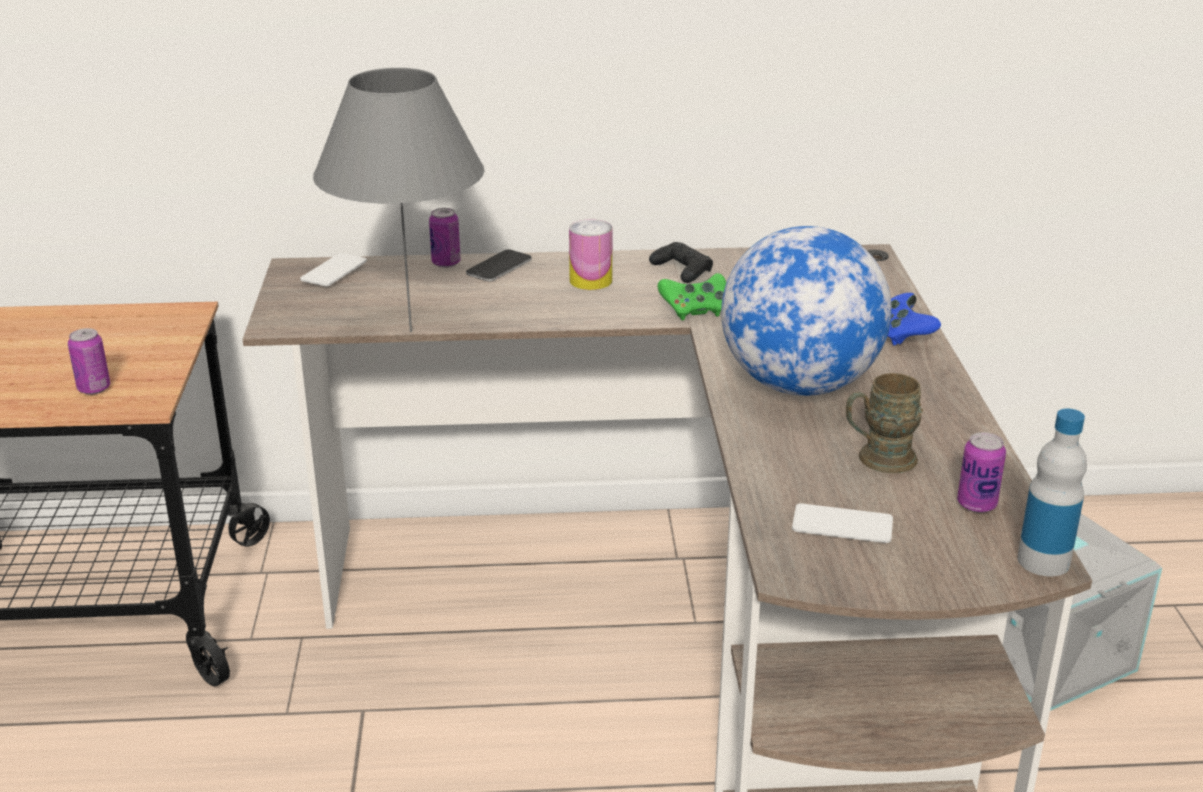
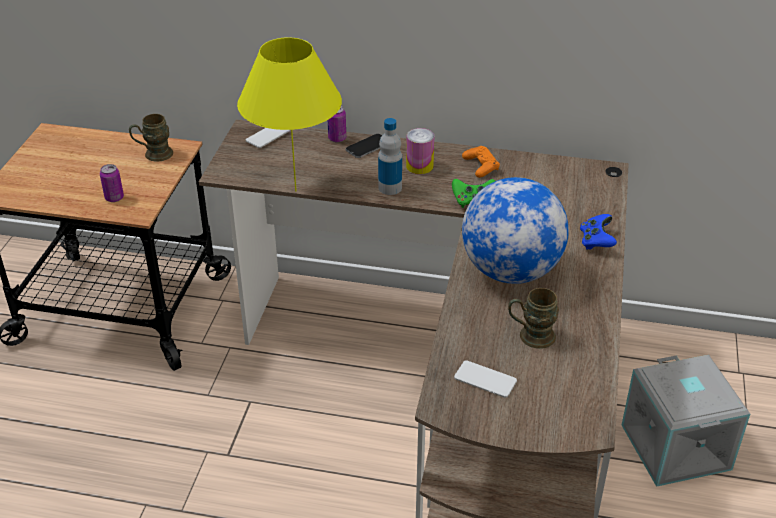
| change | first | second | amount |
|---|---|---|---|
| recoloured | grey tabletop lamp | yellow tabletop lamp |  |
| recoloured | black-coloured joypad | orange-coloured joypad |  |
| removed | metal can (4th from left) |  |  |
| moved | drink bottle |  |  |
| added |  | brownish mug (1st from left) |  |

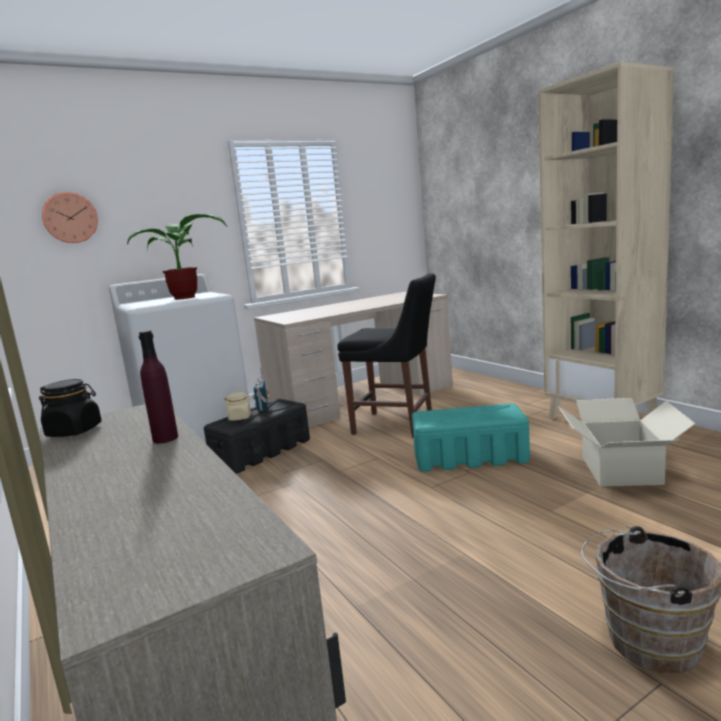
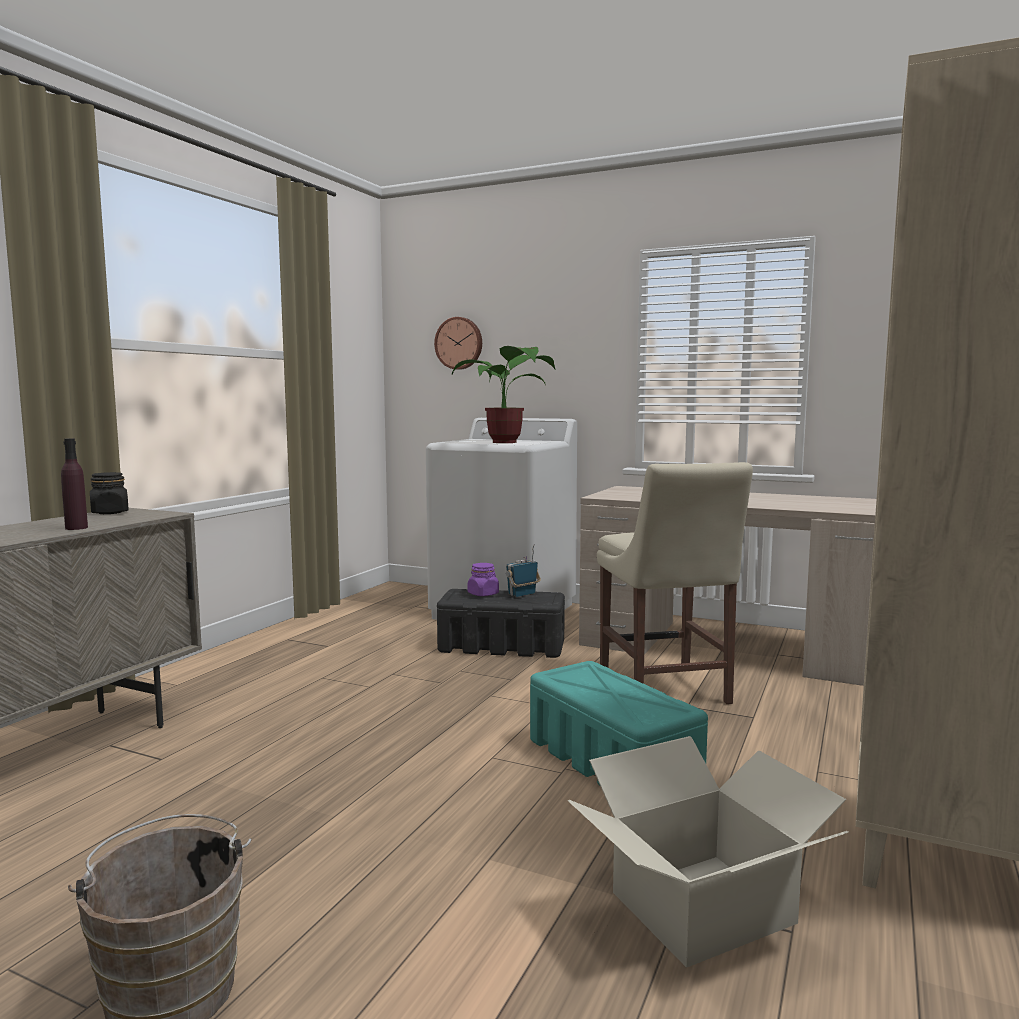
| change | first | second | amount |
|---|---|---|---|
| recoloured | beige storage jar | purple storage jar |  |
| recoloured | black-coloured chair | beige chair |  |

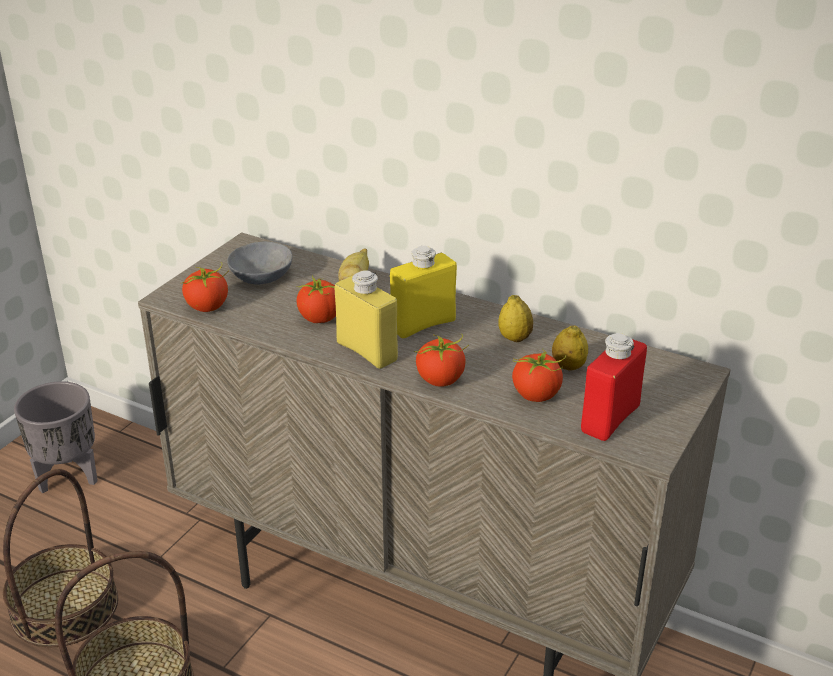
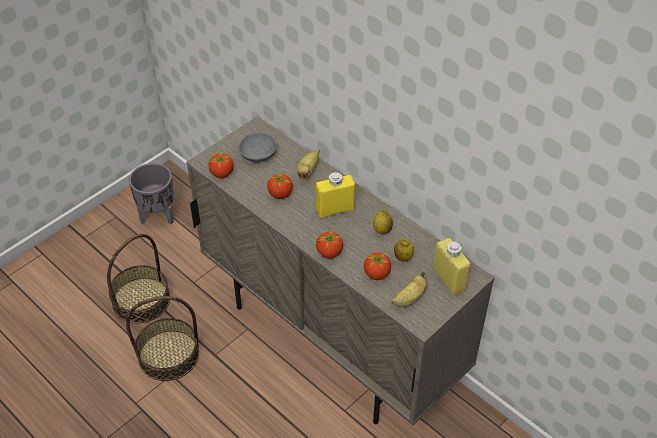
| change | first | second | amount |
|---|---|---|---|
| moved | yellow drink bottle (1st from left in the first image) | yellow drink bottle (2nd from left) |  |
| replaced | reddish drink bottle | whole banana (2nd from left) |  |

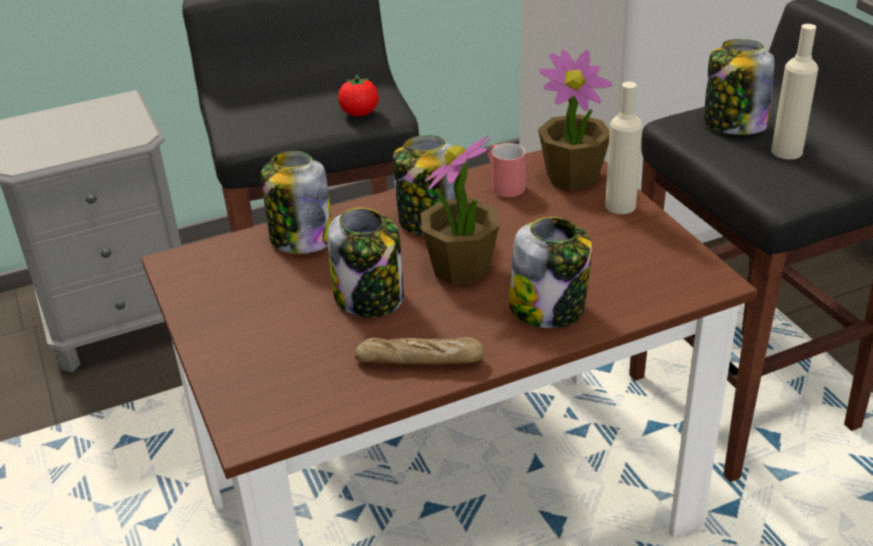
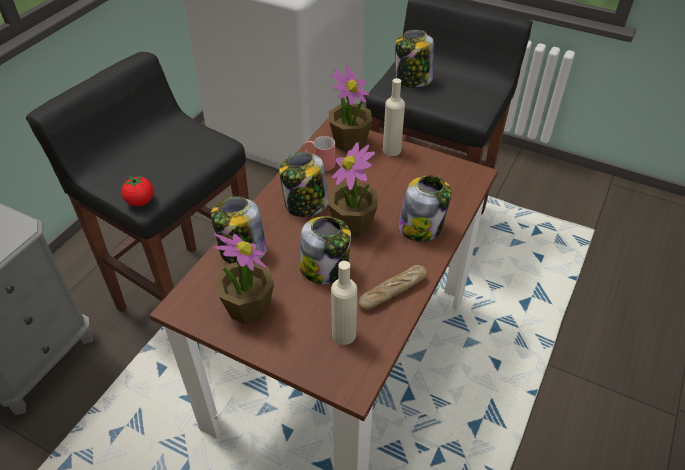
| change | first | second | amount |
|---|---|---|---|
| moved | tomato |  |  |
| moved | beige drink bottle (2nd from left in the first image) | beige drink bottle (1st from left) |  |
| added |  | plant in a pot (1st from left) |  |

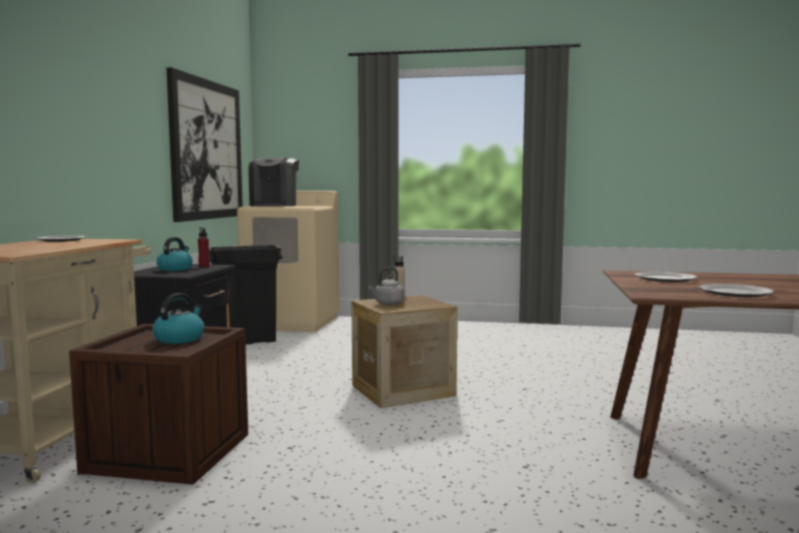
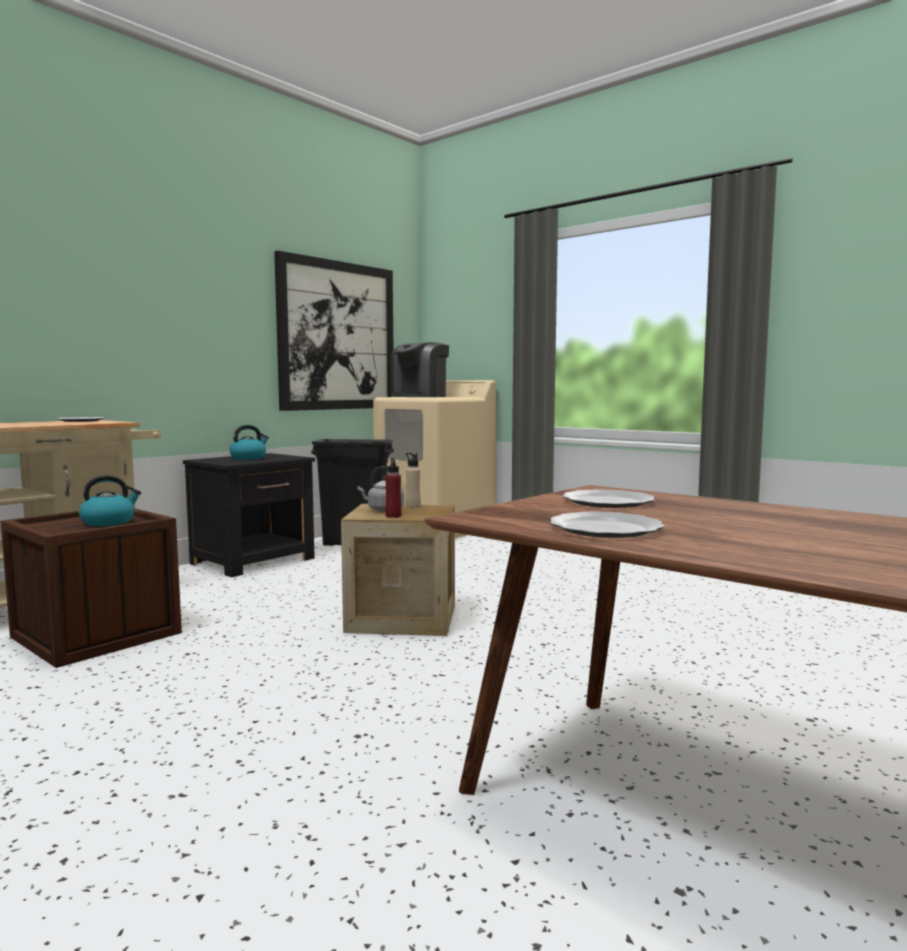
| change | first | second | amount |
|---|---|---|---|
| moved | reddish drink bottle |  |  |

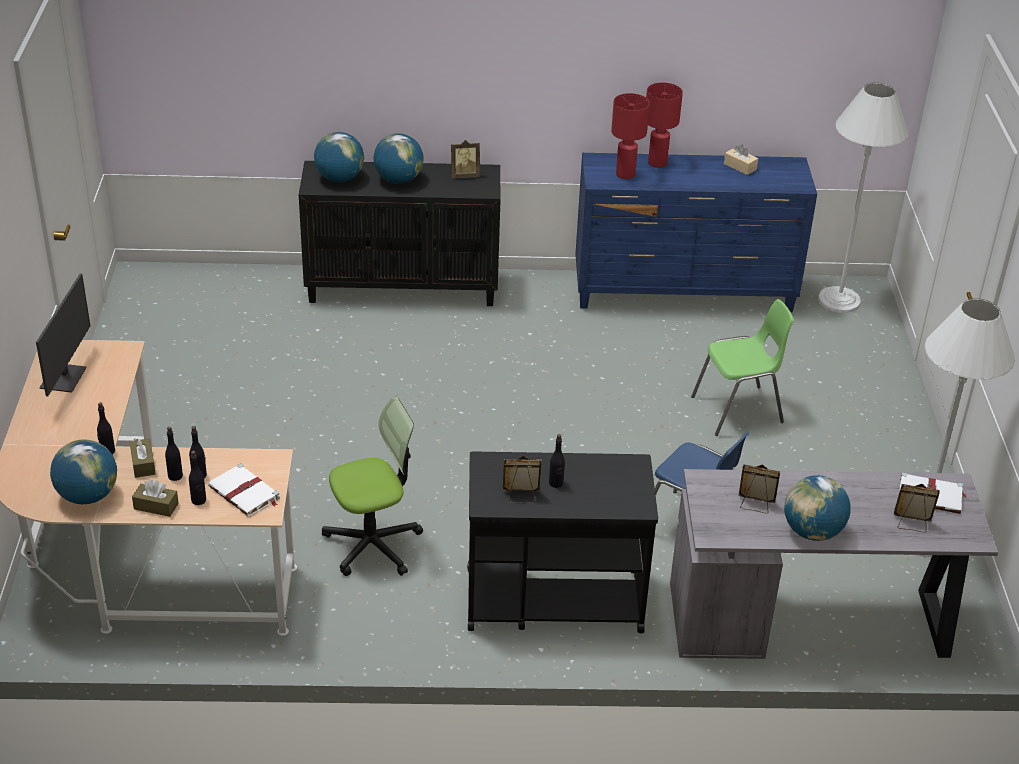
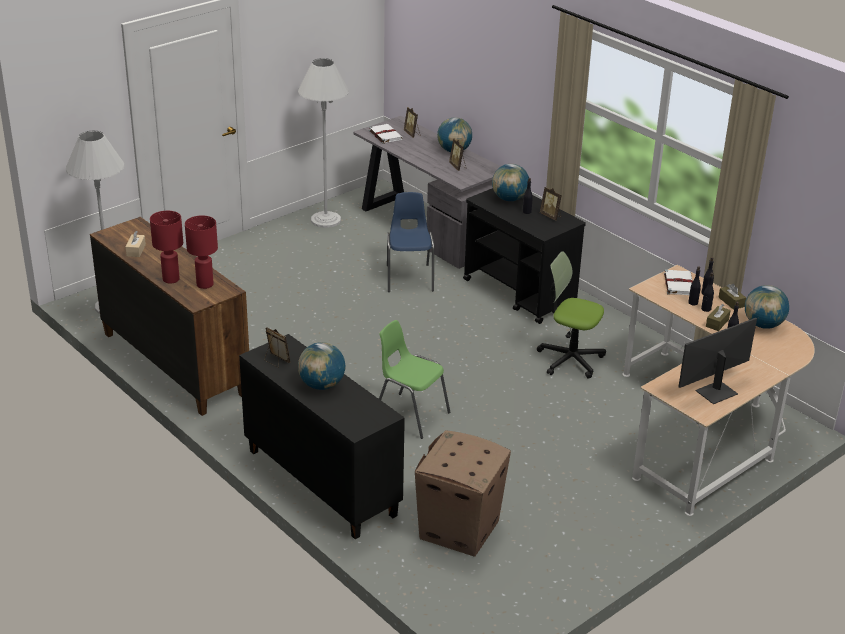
| change | first | second | amount |
|---|---|---|---|
| moved | globe (2nd from left in the first image) | globe (3rd from left) |  |
| recoloured | blue chest of drawers | brownish chest of drawers |  |
| moved | green-coloured chair |  |  |
| added |  | cardboard box |  |

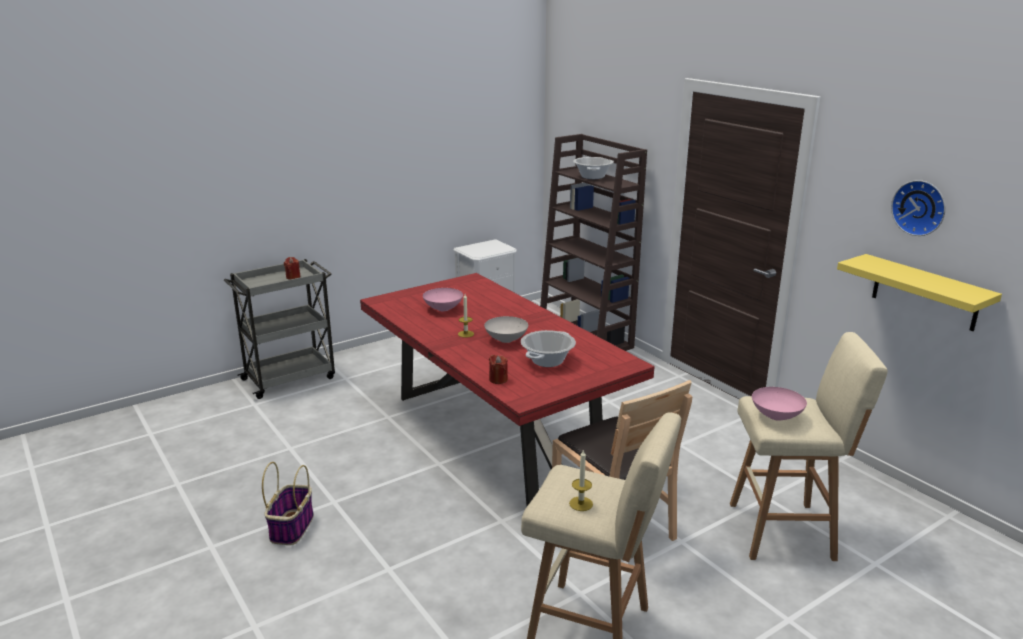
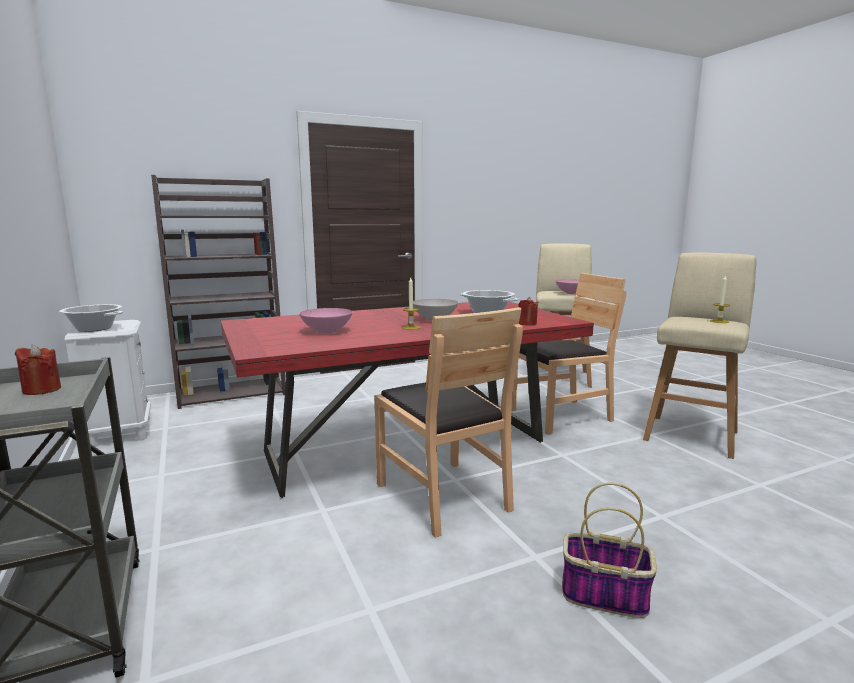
| change | first | second | amount |
|---|---|---|---|
| moved | saucepot (2nd from left in the first image) | saucepot (1st from left) |  |
| removed | yellow bracket shelf |  |  |
| removed | hanging clock |  |  |
| added |  | brownish chair (1st from left) |  |

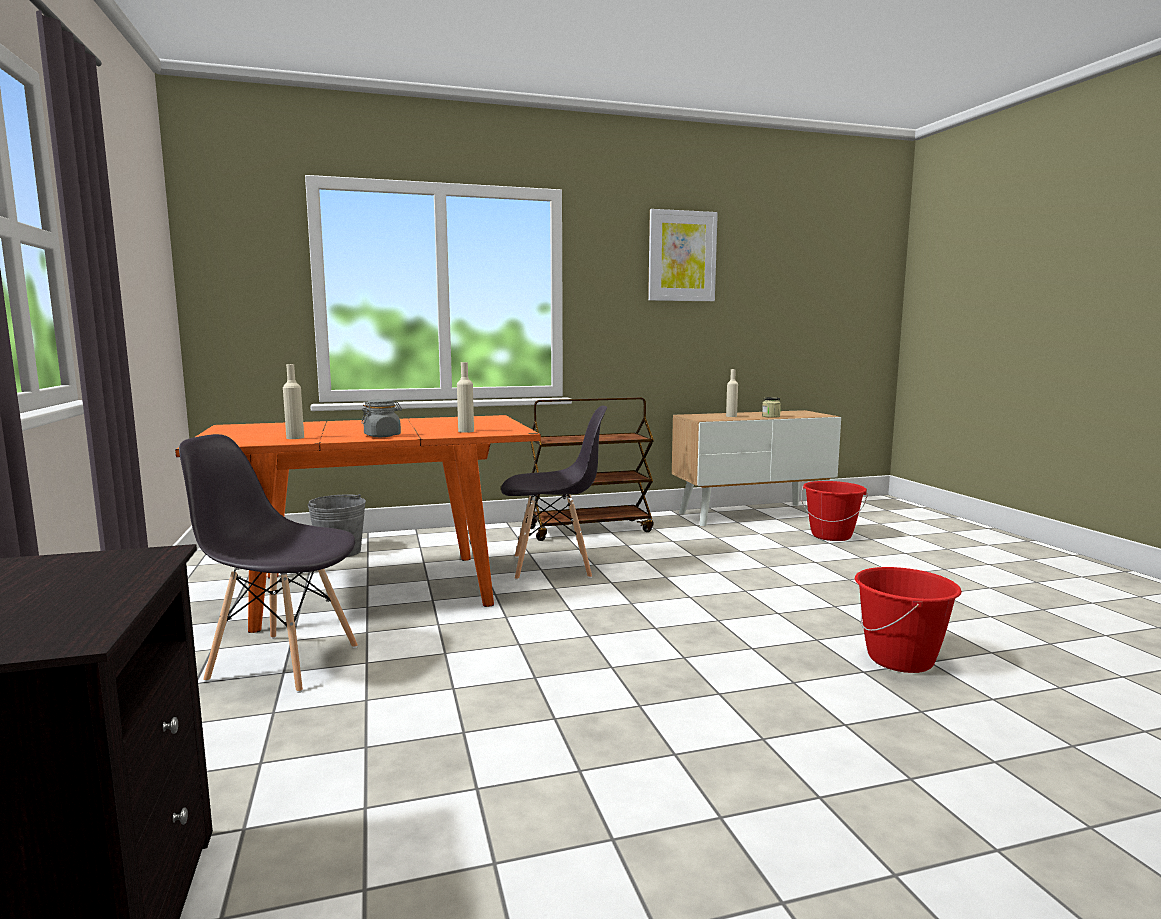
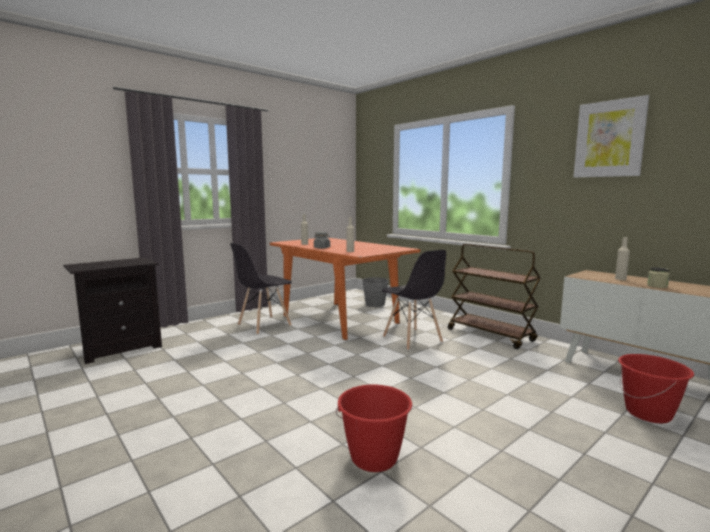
| change | first | second | amount |
|---|---|---|---|
| turned | grey chair (1st from left) |  | 120 degrees counterclockwise |

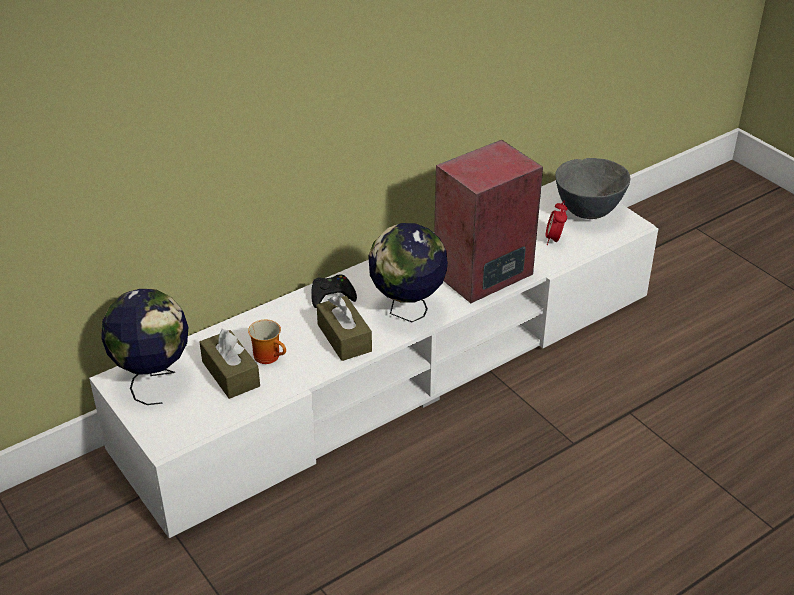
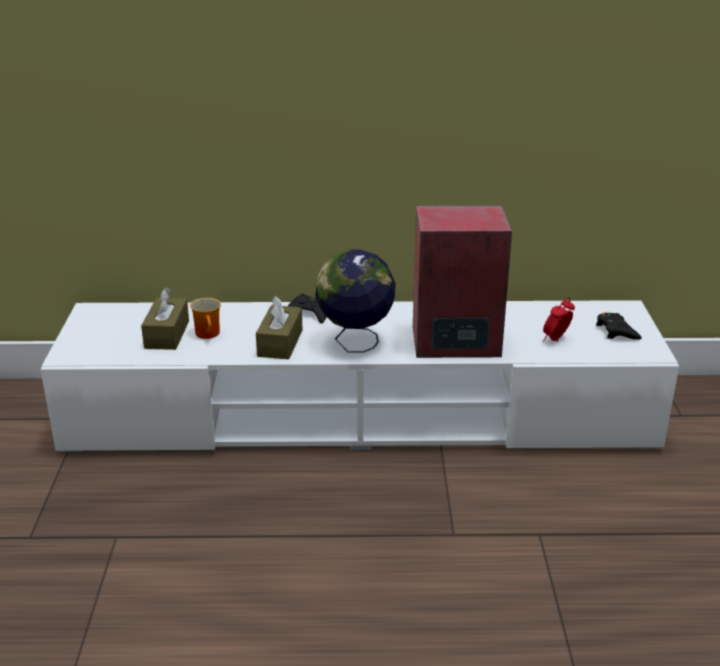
| change | first | second | amount |
|---|---|---|---|
| removed | globe (1st from left) |  |  |
| replaced | grey serving bowl | black-coloured joypad (2nd from left) |  |

